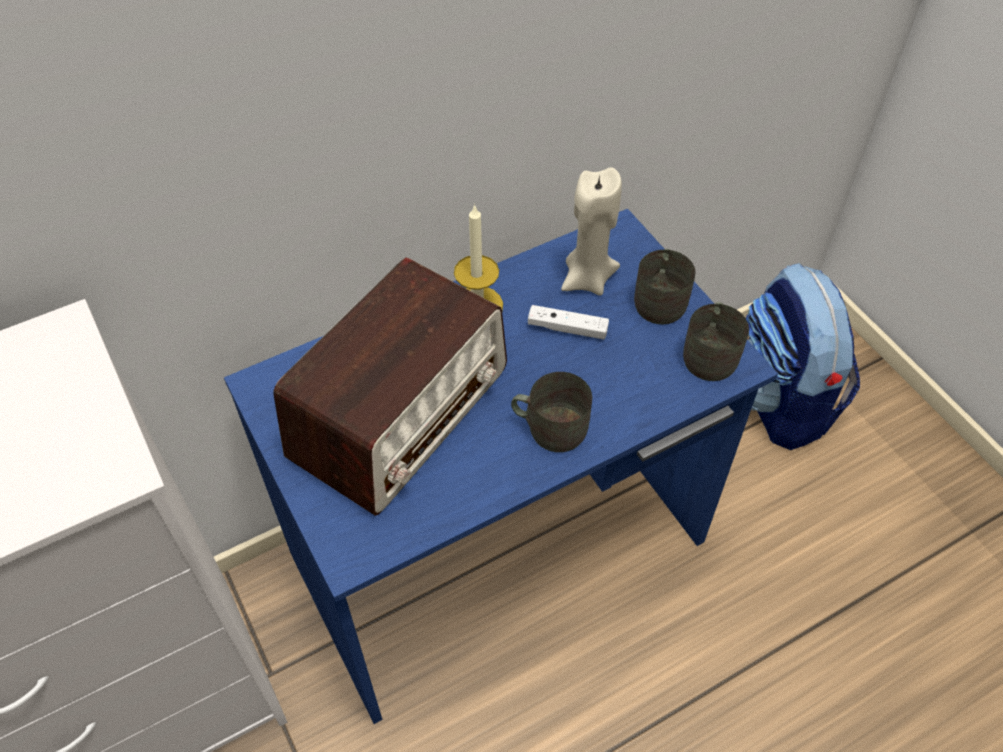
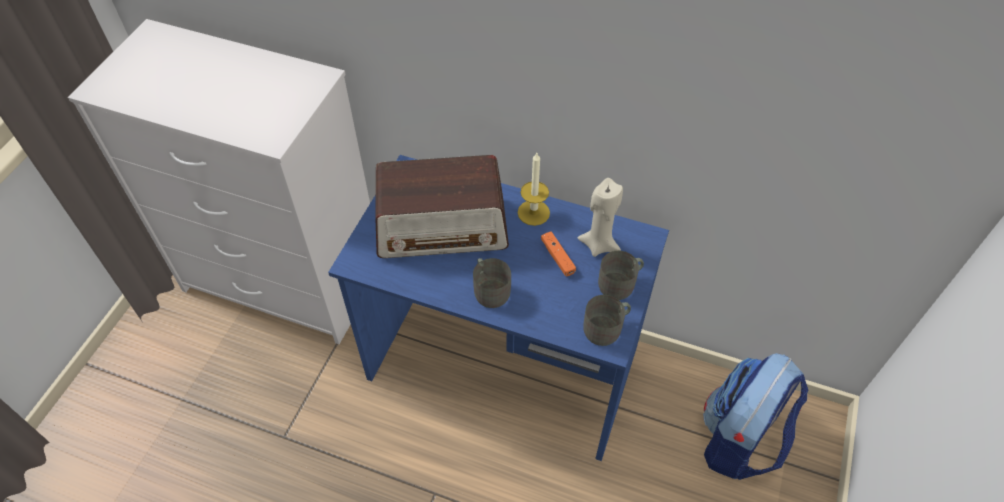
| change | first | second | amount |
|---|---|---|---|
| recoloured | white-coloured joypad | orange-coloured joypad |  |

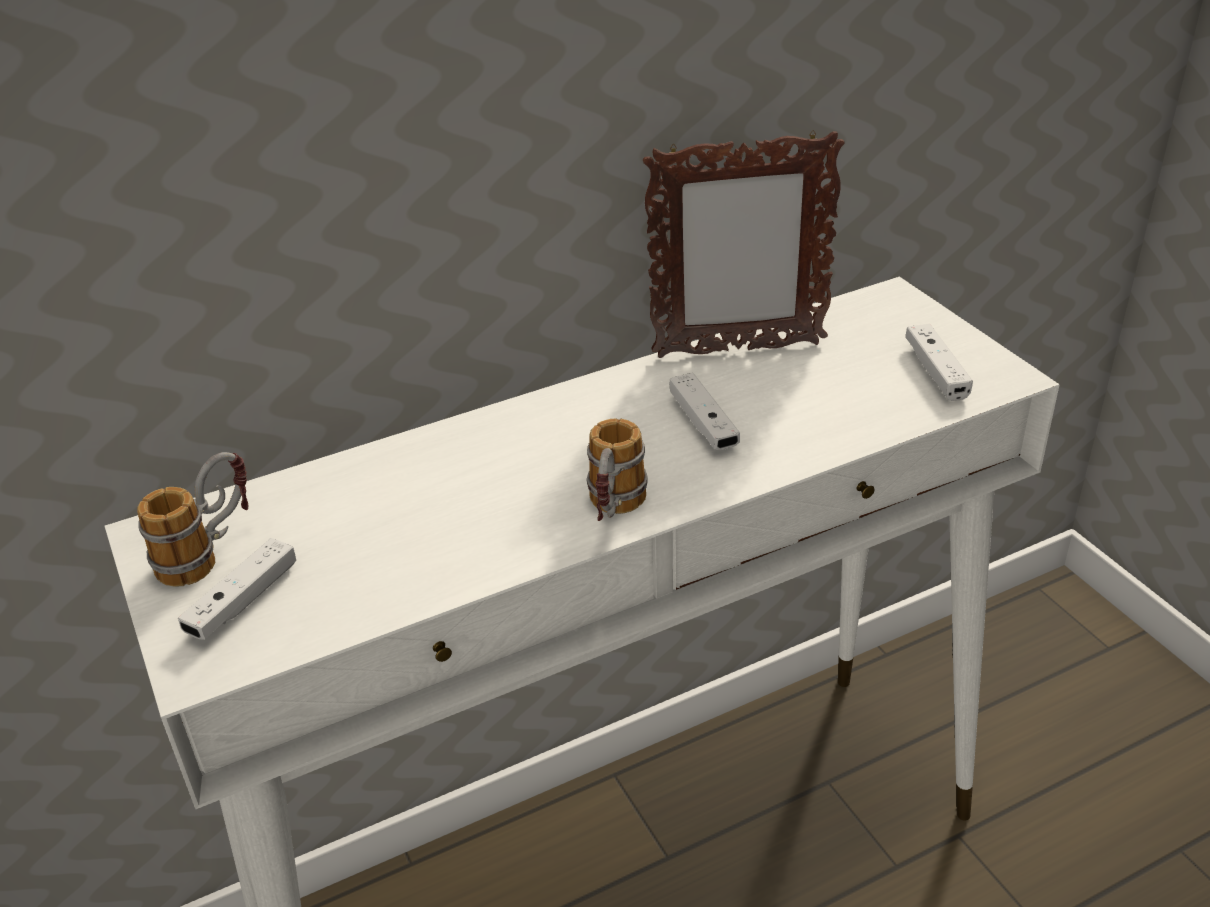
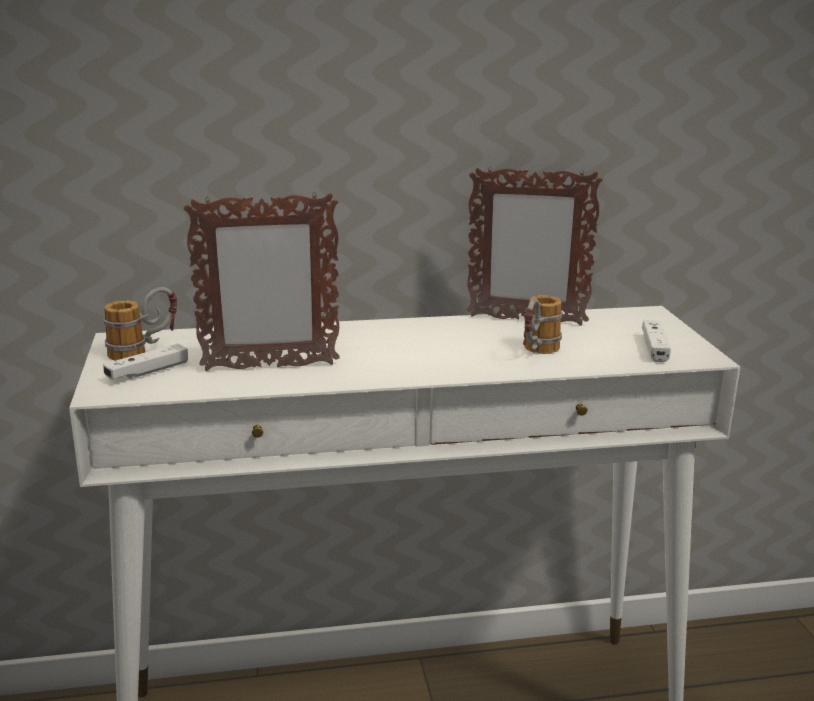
| change | first | second | amount |
|---|---|---|---|
| moved | mug (2nd from left) |  |  |
| removed | white-coloured joypad (2nd from left) |  |  |
| added |  | photo frame (1st from left) |  |

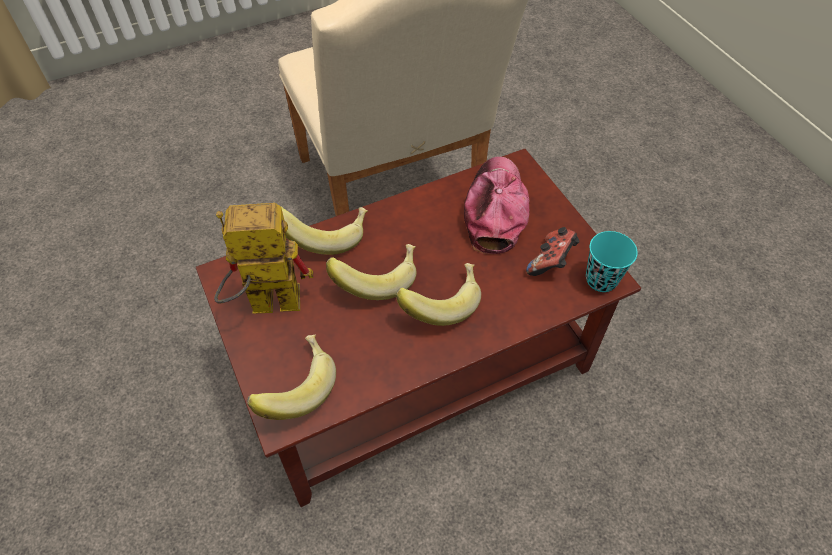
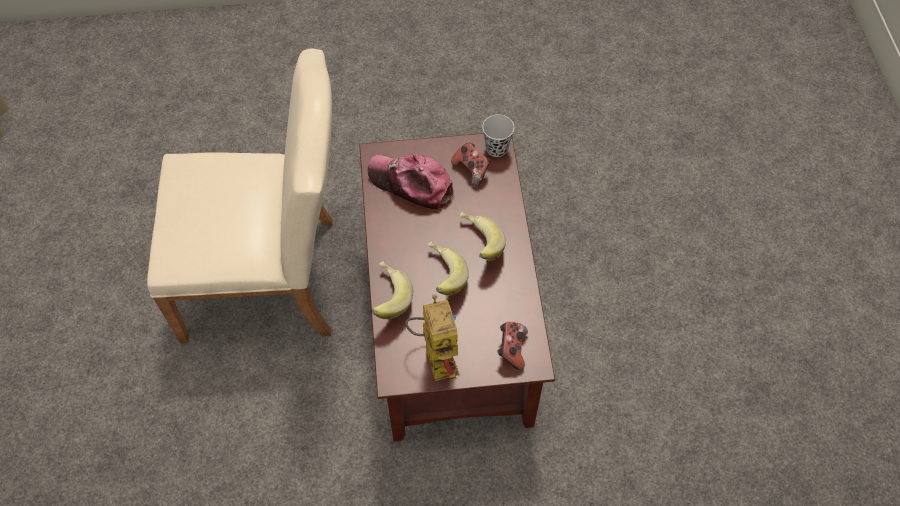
| change | first | second | amount |
|---|---|---|---|
| turned | toy robot |  | 150 degrees clockwise |
| replaced | whole banana (1st from left) | joypad (2nd from left) |  |
| recoloured | turquoise-coloured cup | black-coloured cup |  |

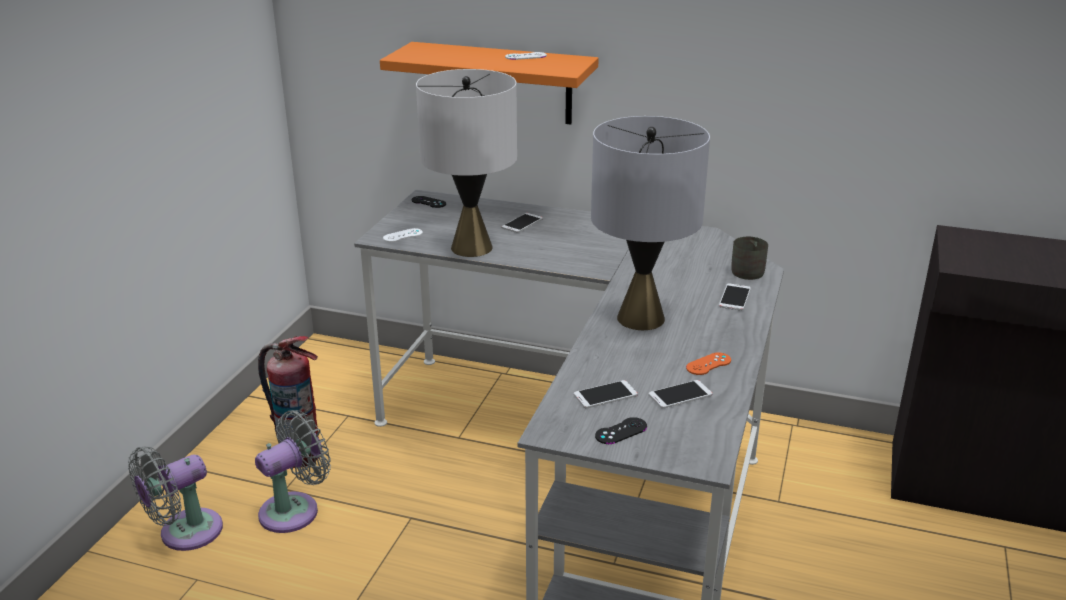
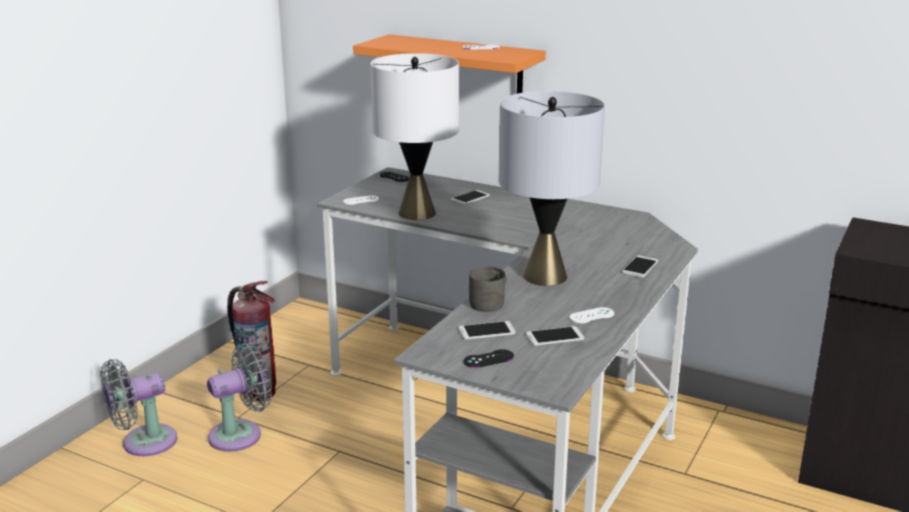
| change | first | second | amount |
|---|---|---|---|
| recoloured | orange-coloured joypad | white-coloured joypad (3rd from left) |  |
| moved | grey mug |  |  |

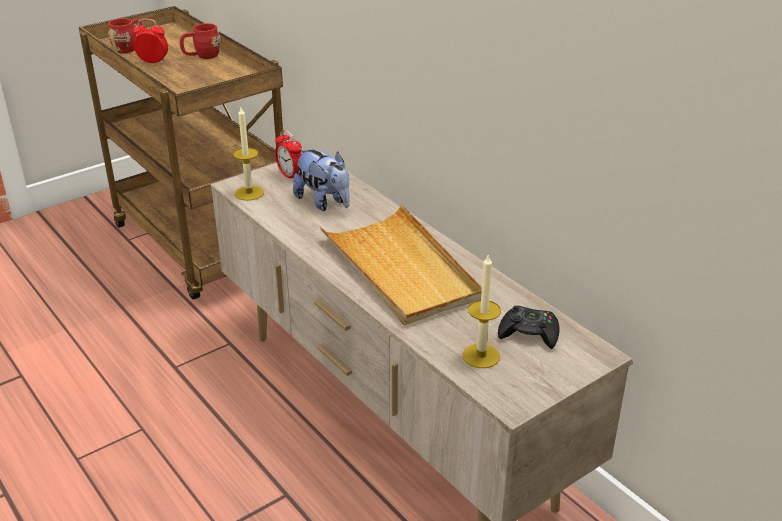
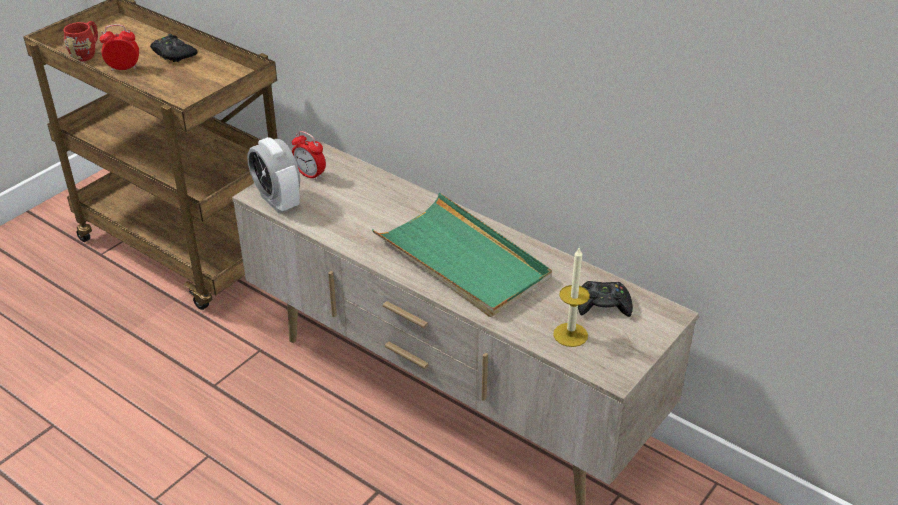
| change | first | second | amount |
|---|---|---|---|
| replaced | reddish mug (2nd from left) | black-coloured joypad (1st from left) |  |
| replaced | wax candle (1st from left) | alarm clock (2nd from left) |  |
| removed | cuddly toy |  |  |
| recoloured | beige serving tray | green-coloured serving tray |  |

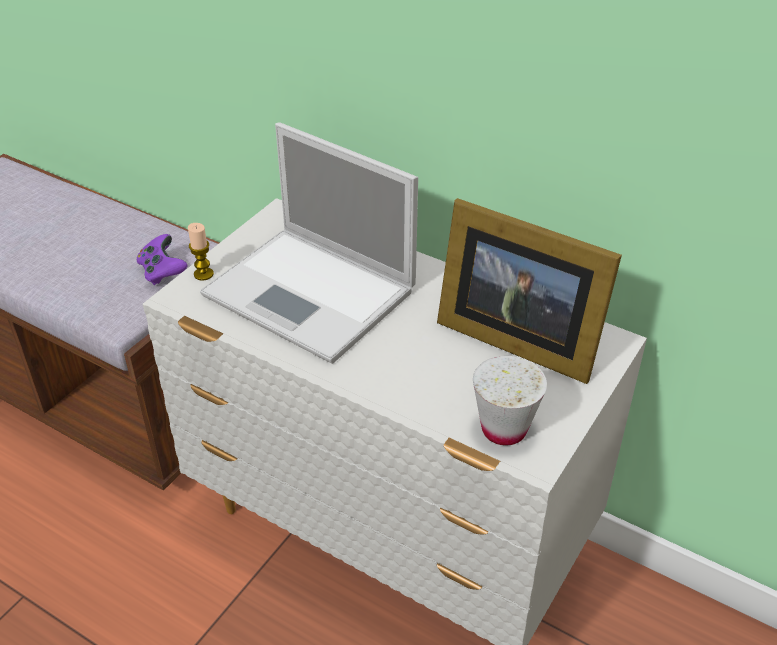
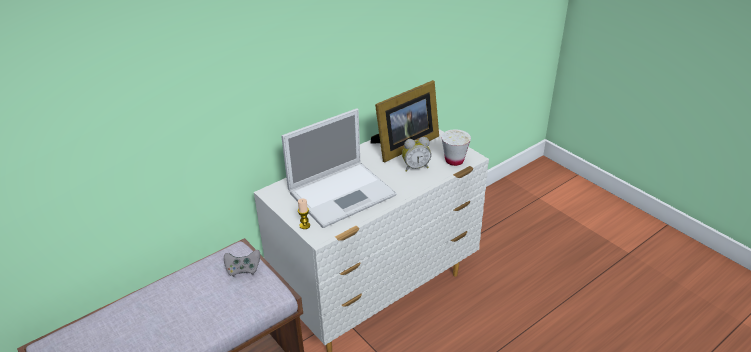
| change | first | second | amount |
|---|---|---|---|
| recoloured | purple joypad | grey joypad |  |
| added |  | alarm clock |  |

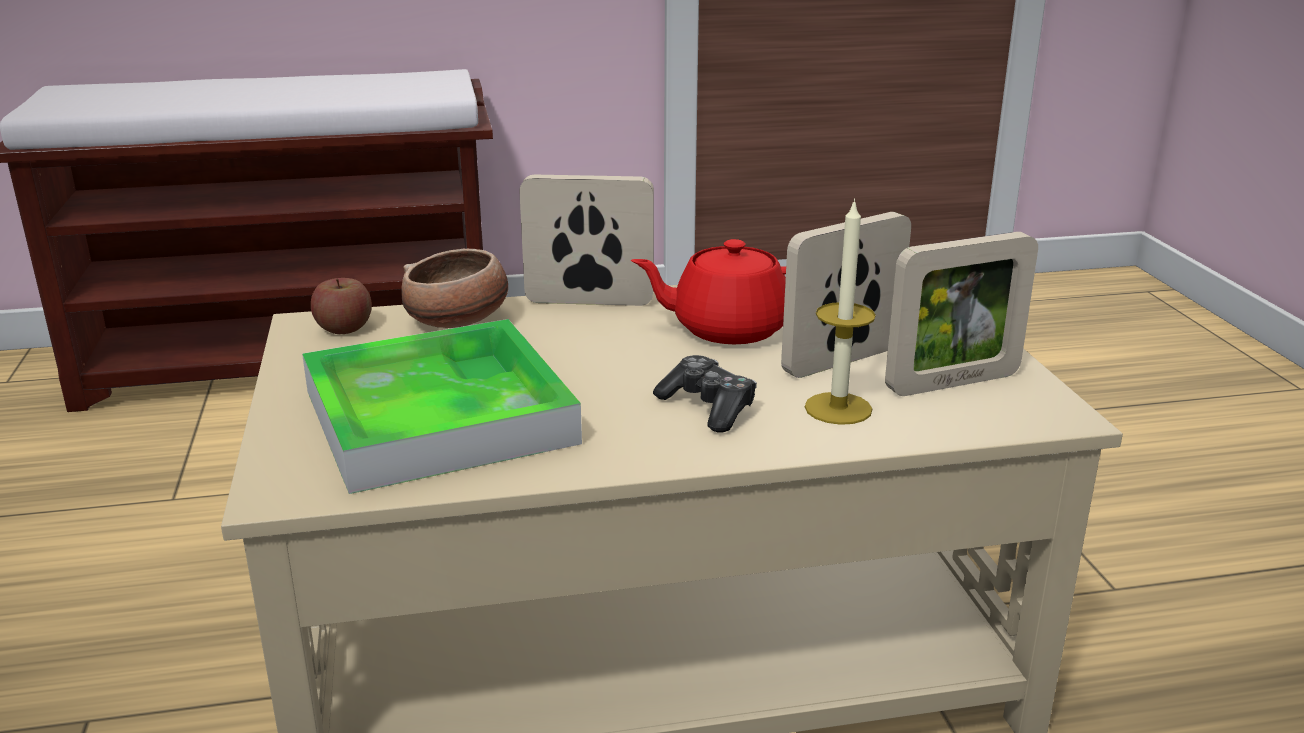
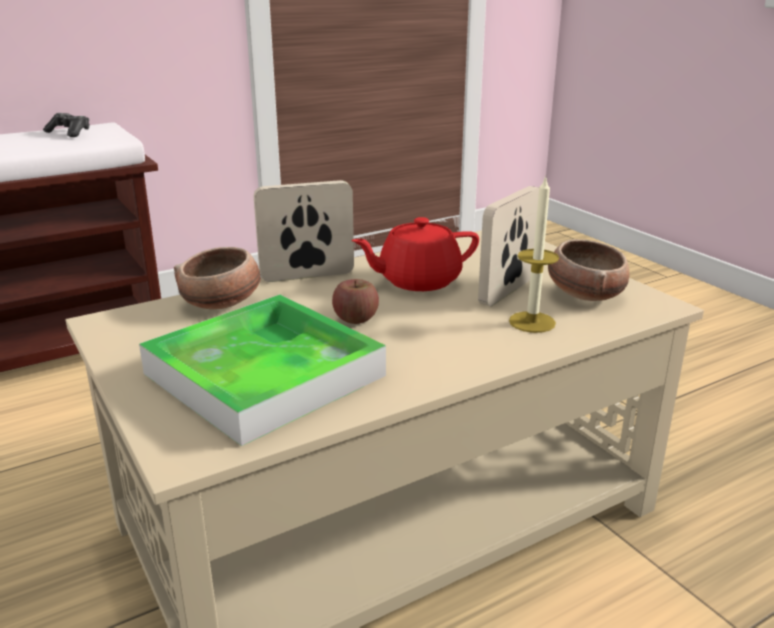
| change | first | second | amount |
|---|---|---|---|
| moved | whole apple |  |  |
| moved | joypad |  |  |
| replaced | photo frame (3rd from left) | serving bowl (2nd from left) |  |

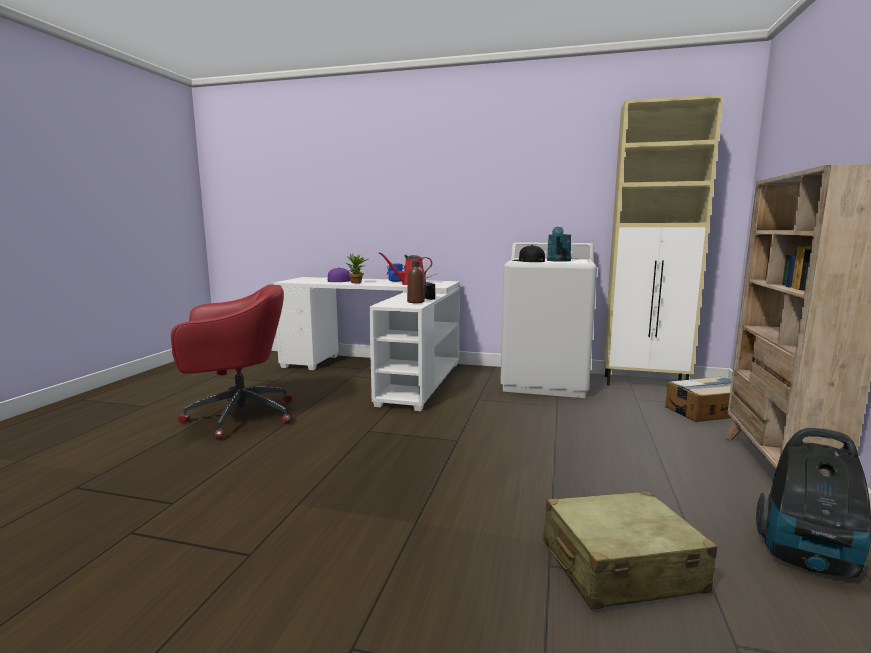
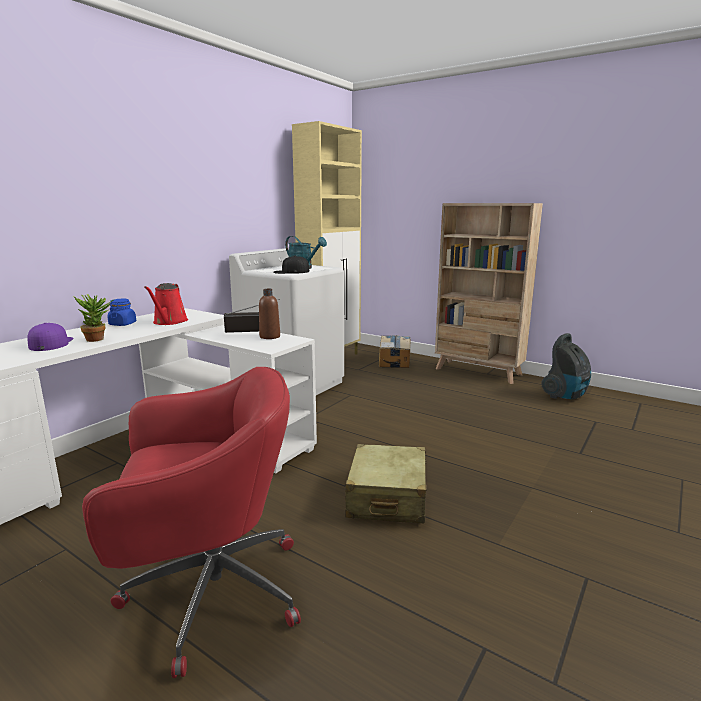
| change | first | second | amount |
|---|---|---|---|
| turned | reddish computer chair |  | 75 degrees clockwise |
| moved | beige piece of luggage |  |  |

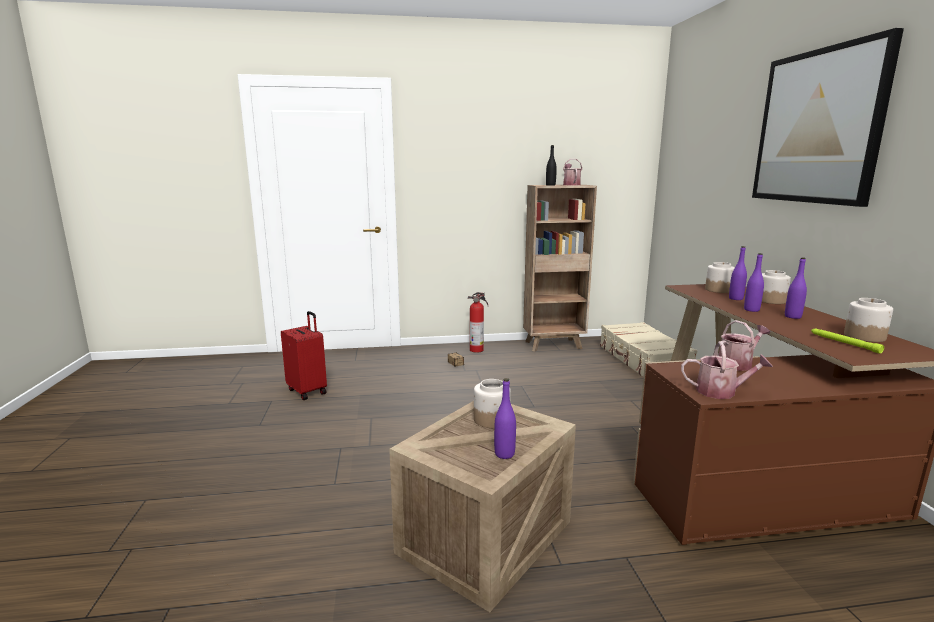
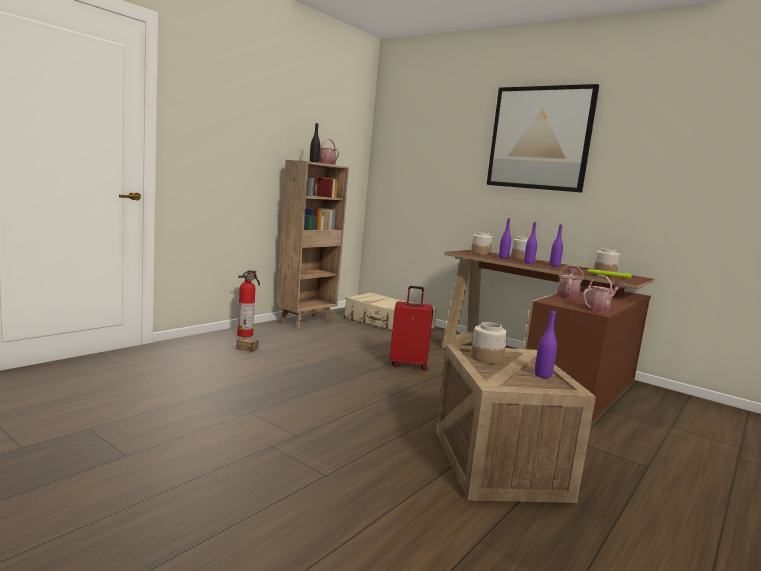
| change | first | second | amount |
|---|---|---|---|
| moved | reddish piece of luggage |  |  |

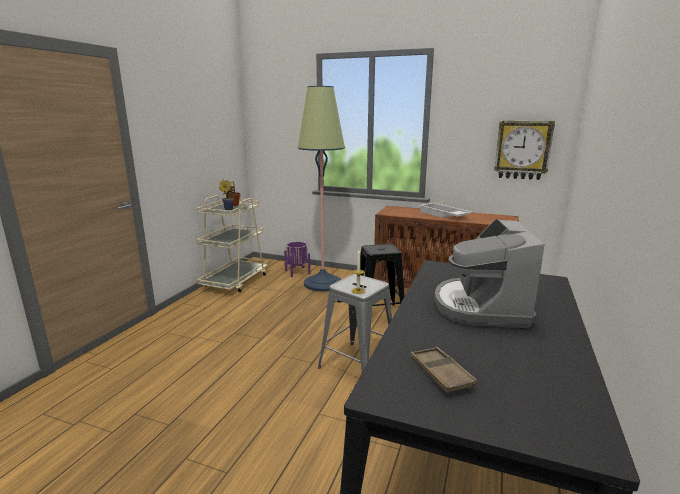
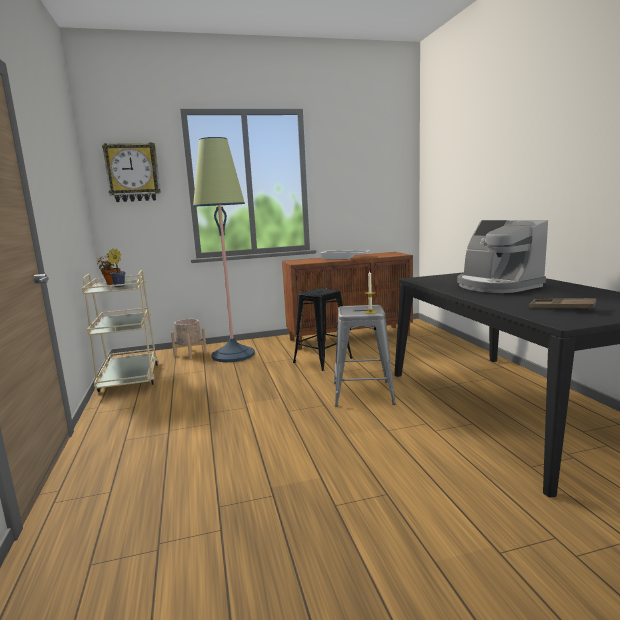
| change | first | second | amount |
|---|---|---|---|
| recoloured | purple plant pot | beige plant pot |  |
| moved | hanging clock |  |  |

